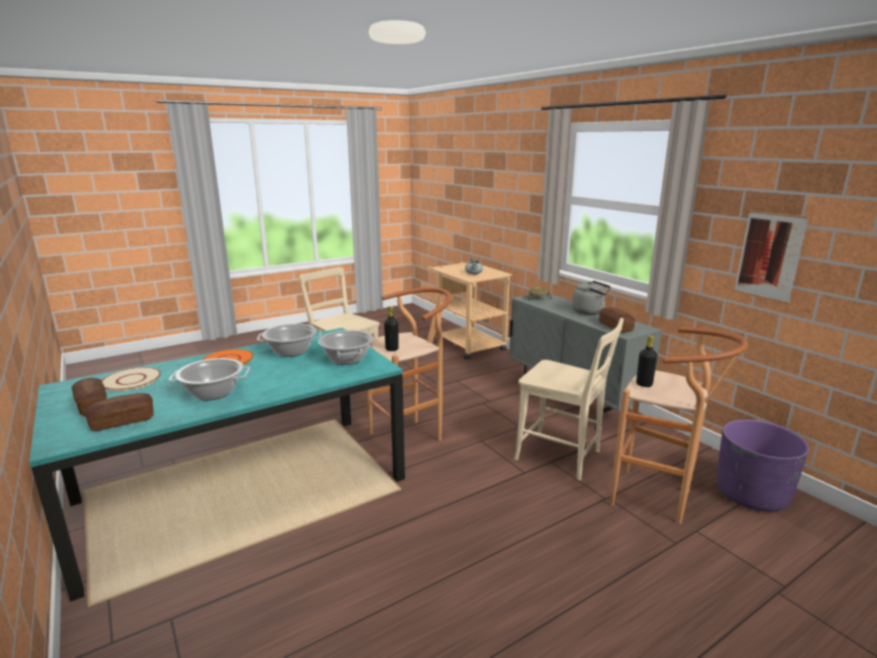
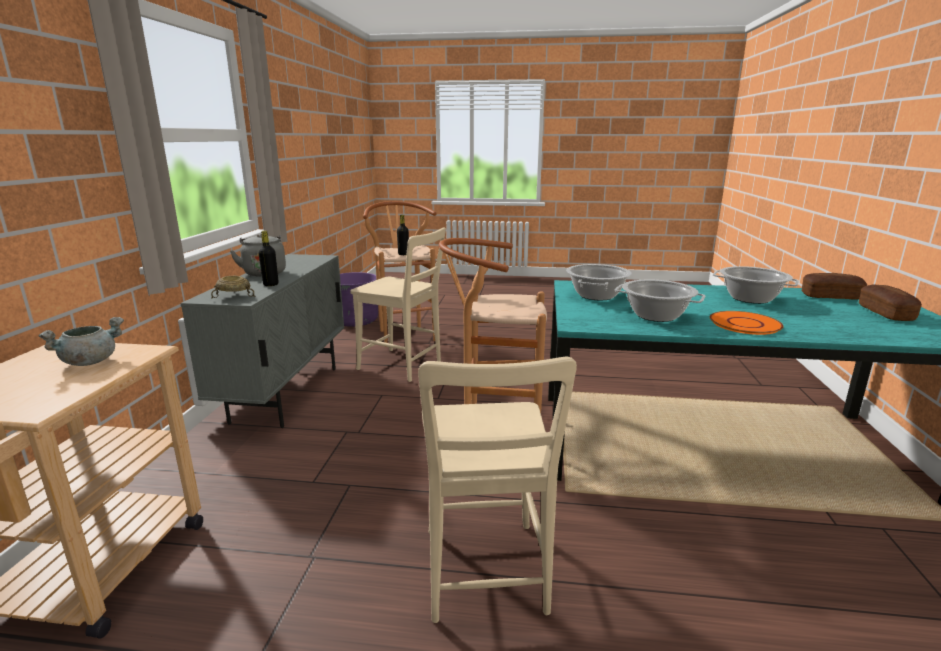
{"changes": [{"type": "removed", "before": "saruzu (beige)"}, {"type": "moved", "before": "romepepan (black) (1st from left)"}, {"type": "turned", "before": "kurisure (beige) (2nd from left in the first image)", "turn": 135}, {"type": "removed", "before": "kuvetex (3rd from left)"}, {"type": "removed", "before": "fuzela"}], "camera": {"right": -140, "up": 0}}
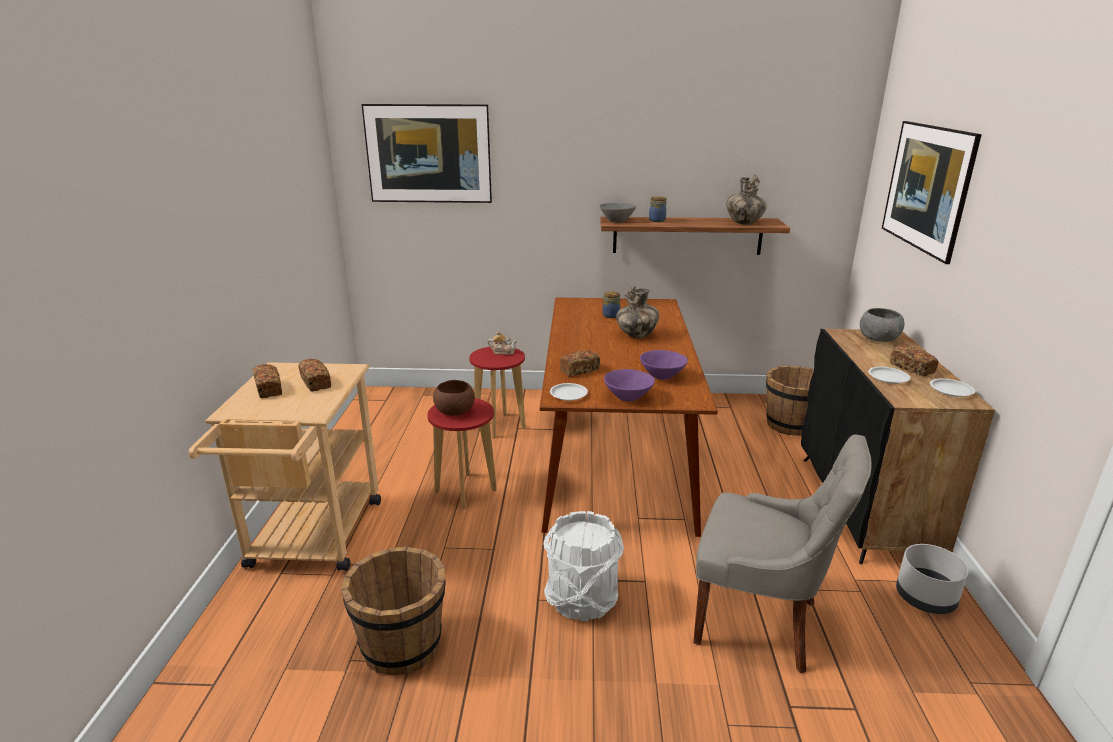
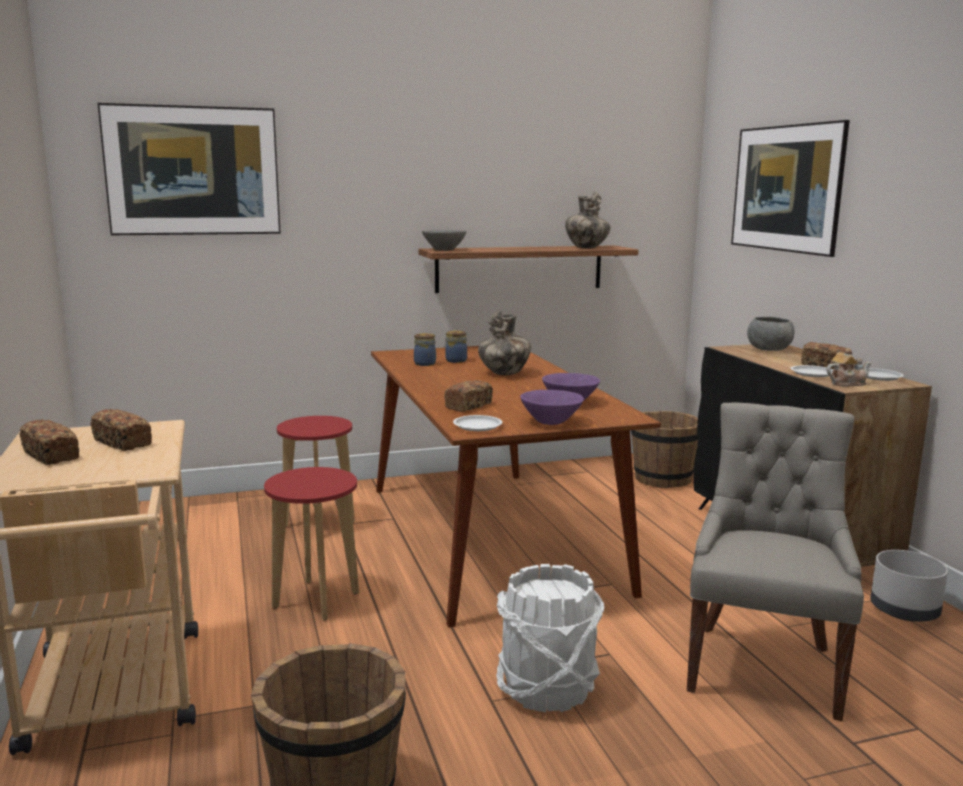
{"changes": [{"type": "removed", "before": "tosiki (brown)"}, {"type": "moved", "before": "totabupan"}, {"type": "moved", "before": "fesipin (2nd from left in the first image)", "after": "fesipin (1st from left)"}, {"type": "turned", "before": "kurisure (grey)", "turn": -75}], "camera": {"right": -20, "up": -10}}
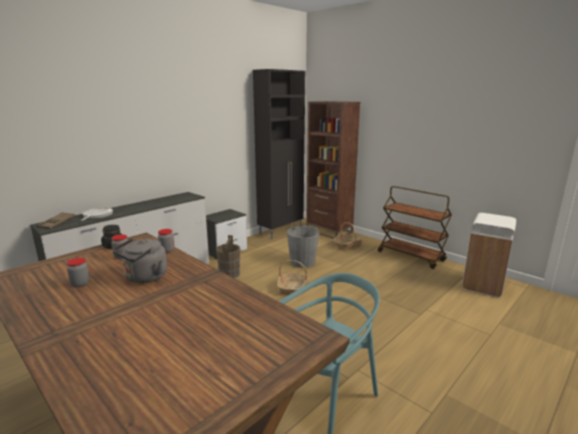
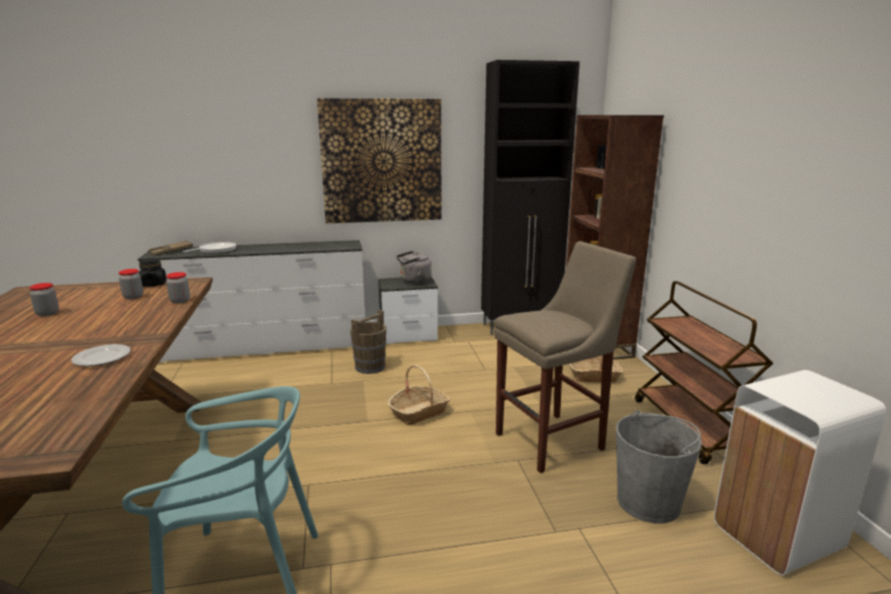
{"changes": [{"type": "moved", "before": "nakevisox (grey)"}, {"type": "moved", "before": "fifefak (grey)"}, {"type": "added", "after": "saruzu"}, {"type": "added", "after": "fuzela"}, {"type": "added", "after": "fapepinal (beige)"}], "camera": {"right": 35, "up": 0}}
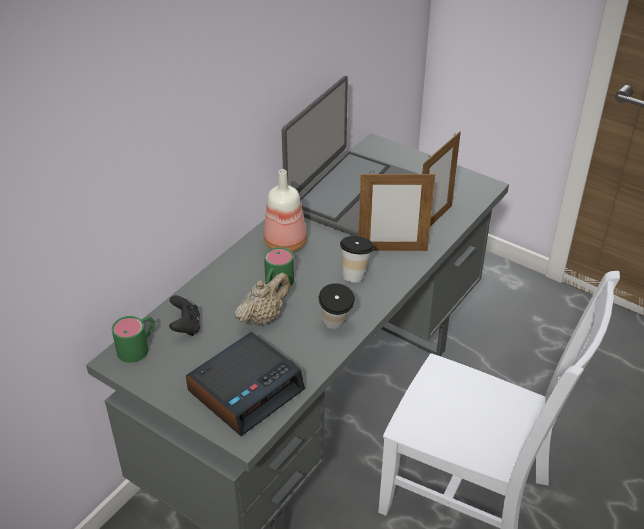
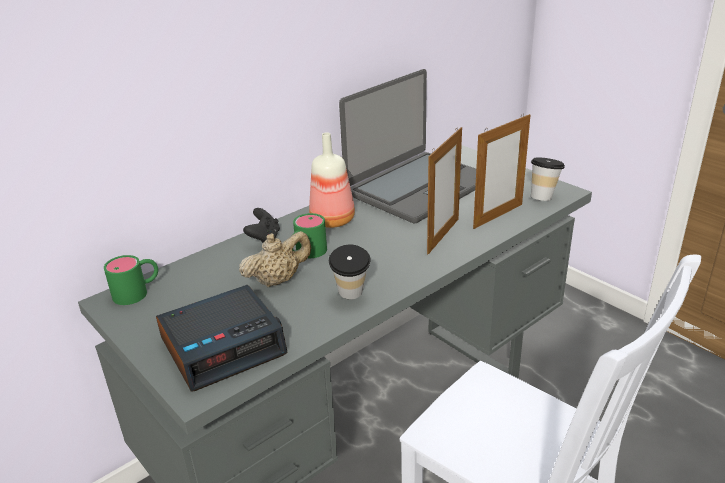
{"changes": [{"type": "moved", "before": "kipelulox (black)"}, {"type": "moved", "before": "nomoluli (2nd from left)"}, {"type": "turned", "before": "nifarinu (1st from left)", "turn": -75}], "camera": {"right": 15, "up": -10}}
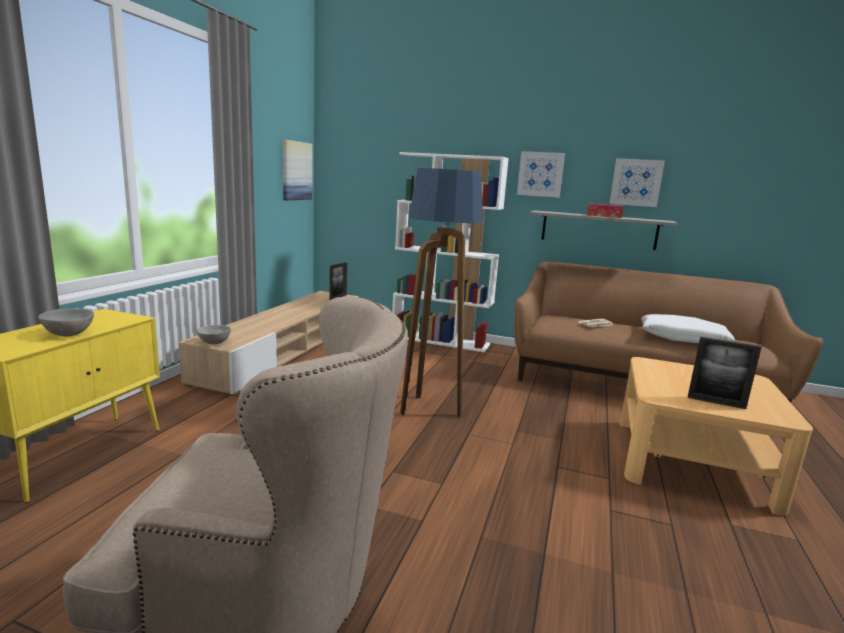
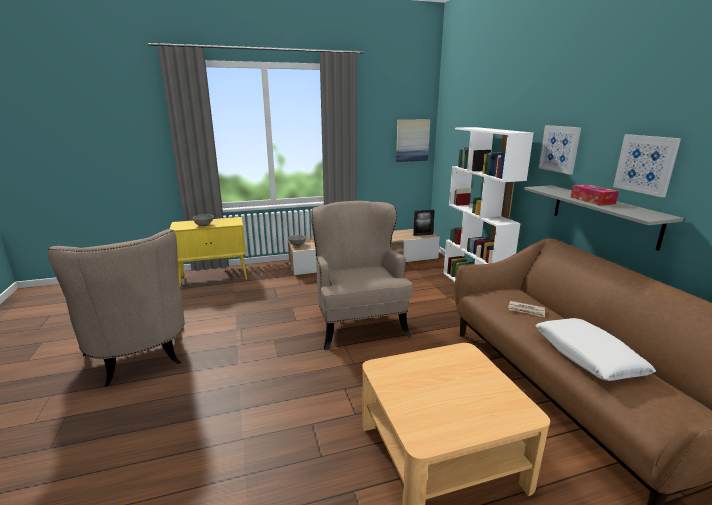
{"changes": [{"type": "replaced", "before": "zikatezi", "after": "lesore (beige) (2nd from left)"}, {"type": "removed", "before": "nifarinu (2nd from left)"}], "camera": {"right": 55, "up": 5}}
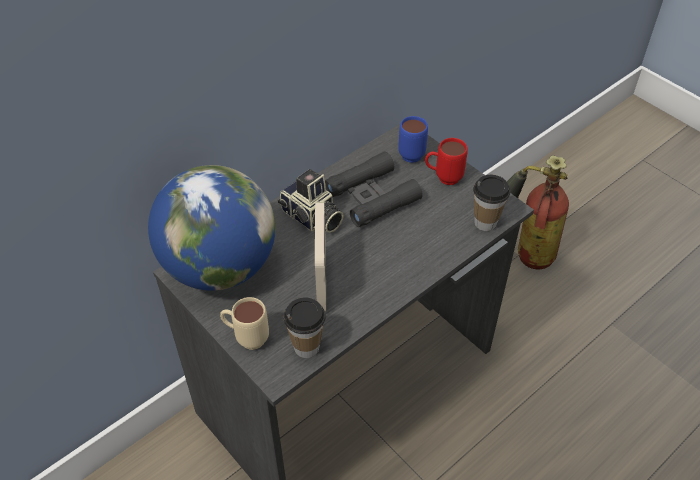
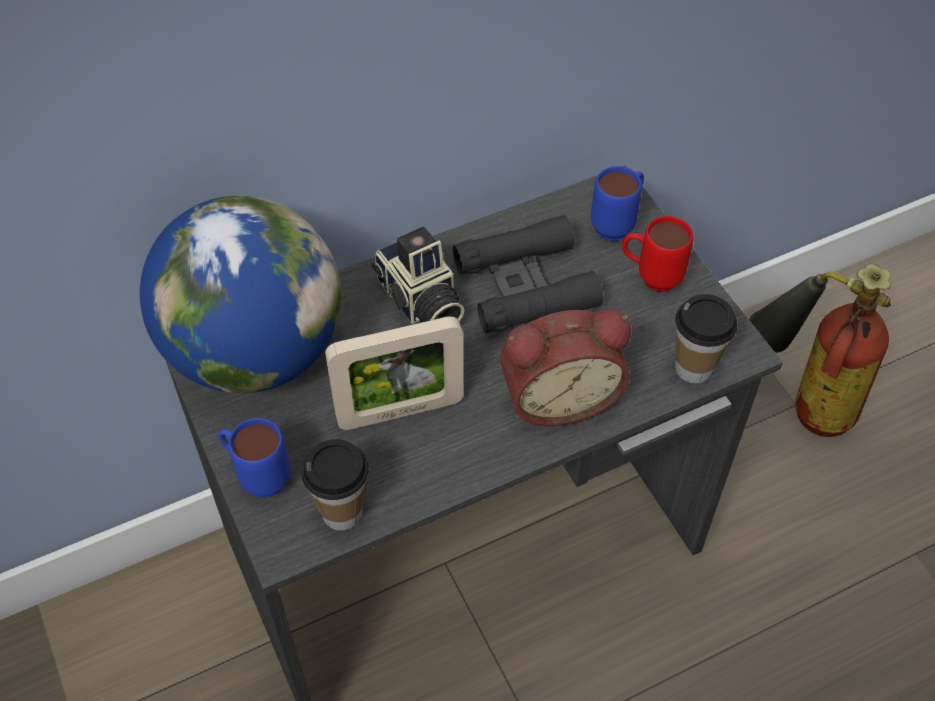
{"changes": [{"type": "recoloured", "before": "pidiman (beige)", "after": "pidiman (blue) (1st from left)"}, {"type": "turned", "before": "nifarinu", "turn": -120}, {"type": "added", "after": "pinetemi"}], "camera": {"right": 15, "up": 5}}
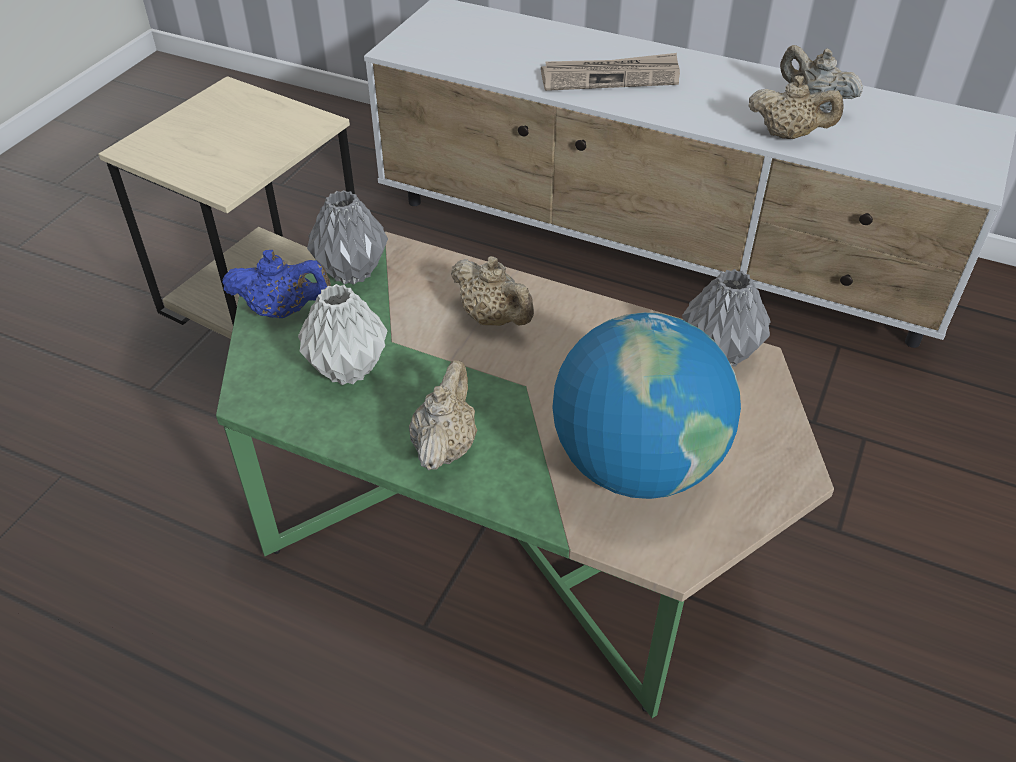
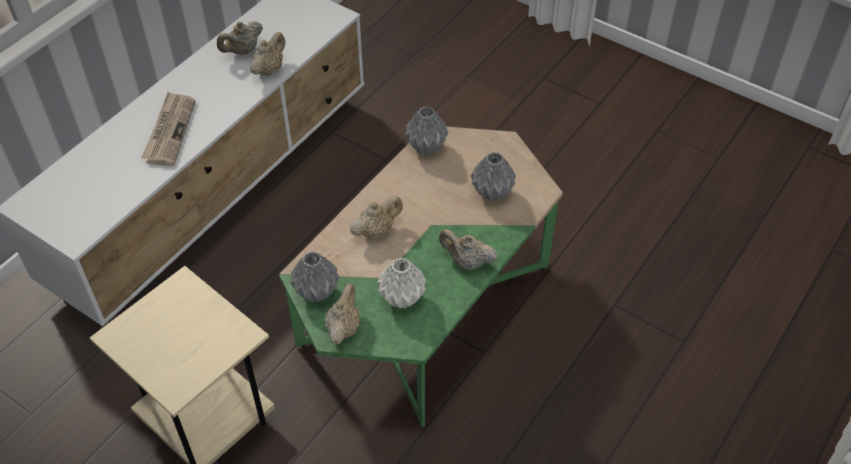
{"changes": [{"type": "recoloured", "before": "totabupan (blue)", "after": "totabupan (beige) (3rd from left)"}, {"type": "replaced", "before": "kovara", "after": "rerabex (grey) (4th from left)"}], "camera": {"right": -80, "up": 5}}
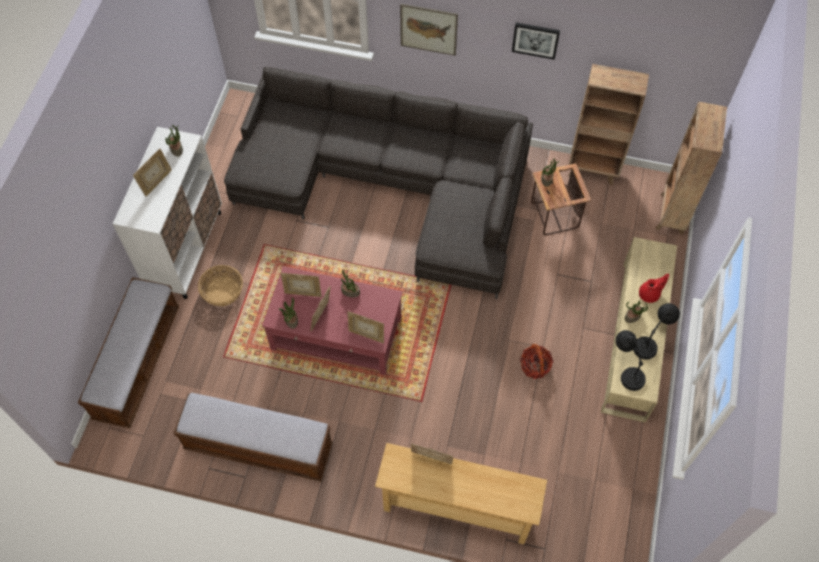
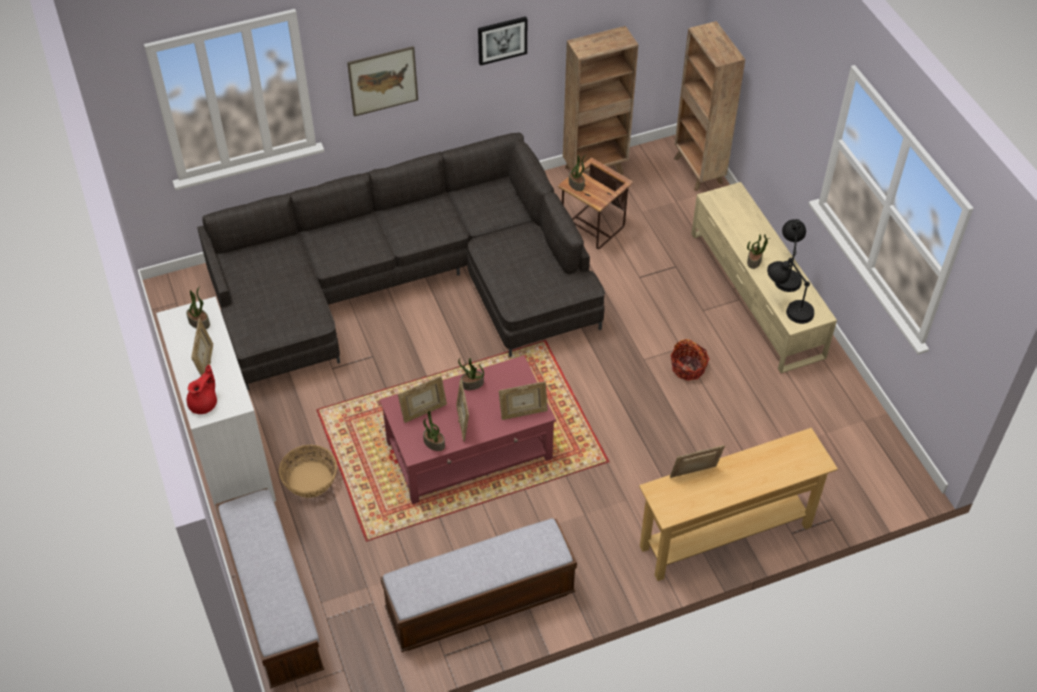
{"changes": [{"type": "moved", "before": "totabupan (red)"}], "camera": {"right": -35, "up": -10}}
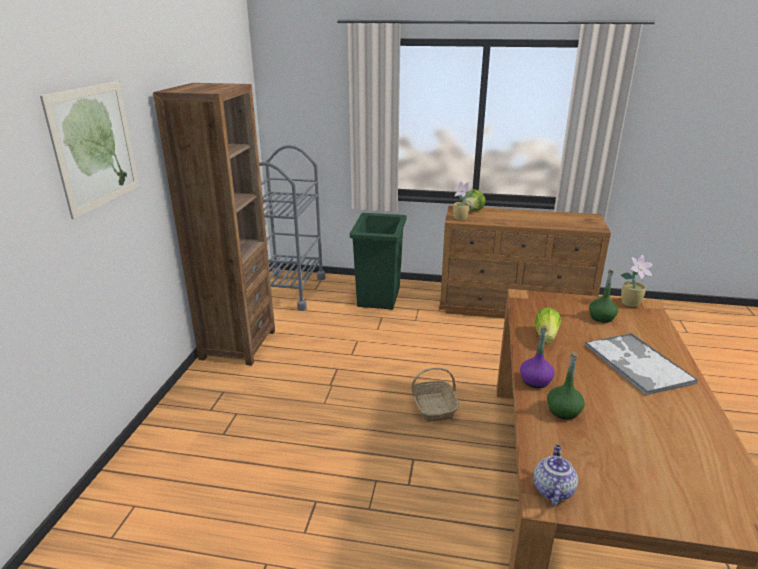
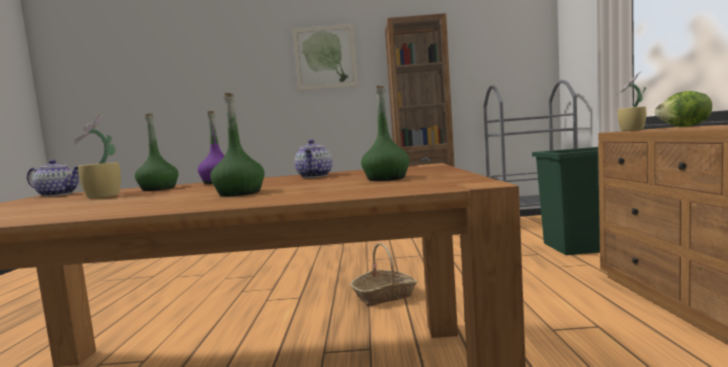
{"changes": [{"type": "replaced", "before": "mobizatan (2nd from left)", "after": "totabupan (2nd from left)"}, {"type": "replaced", "before": "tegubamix", "after": "romepepan (green) (2nd from left)"}, {"type": "moved", "before": "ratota (2nd from left in the first image)", "after": "ratota (1st from left)"}], "camera": {"right": 80, "up": -20}}
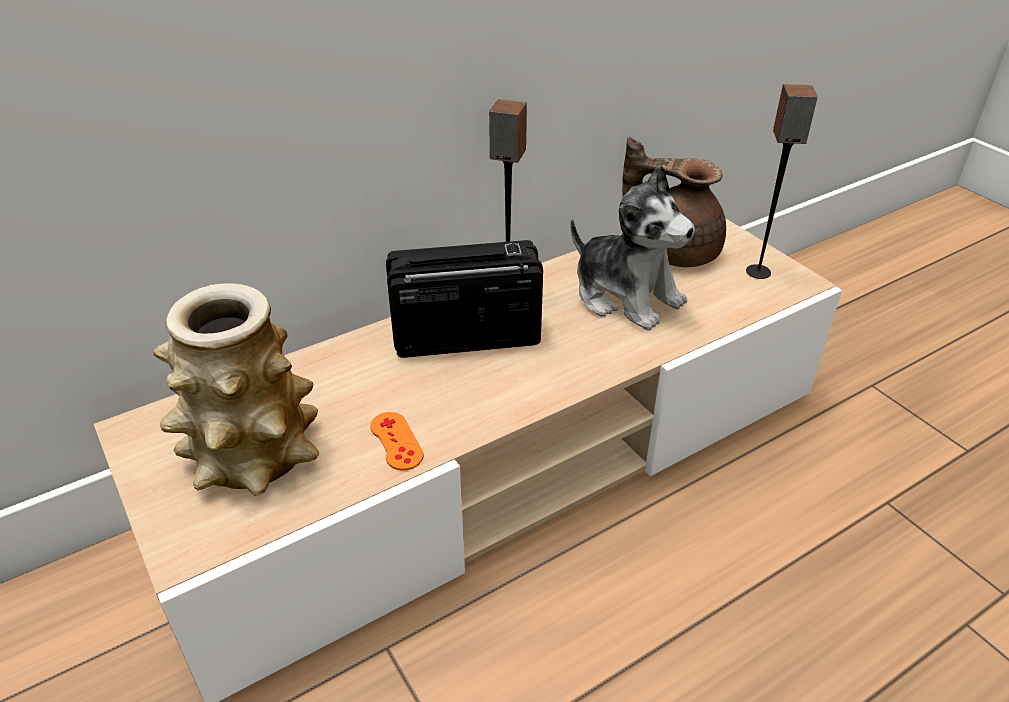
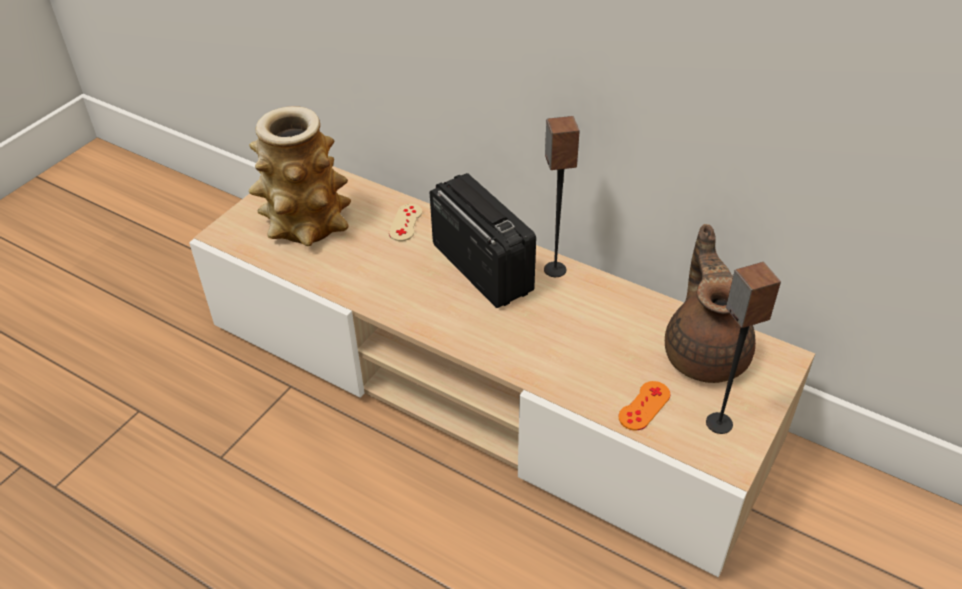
{"changes": [{"type": "moved", "before": "kipelulox (orange)"}, {"type": "removed", "before": "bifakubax"}, {"type": "added", "after": "kipelulox (beige)"}], "camera": {"right": 65, "up": 5}}
